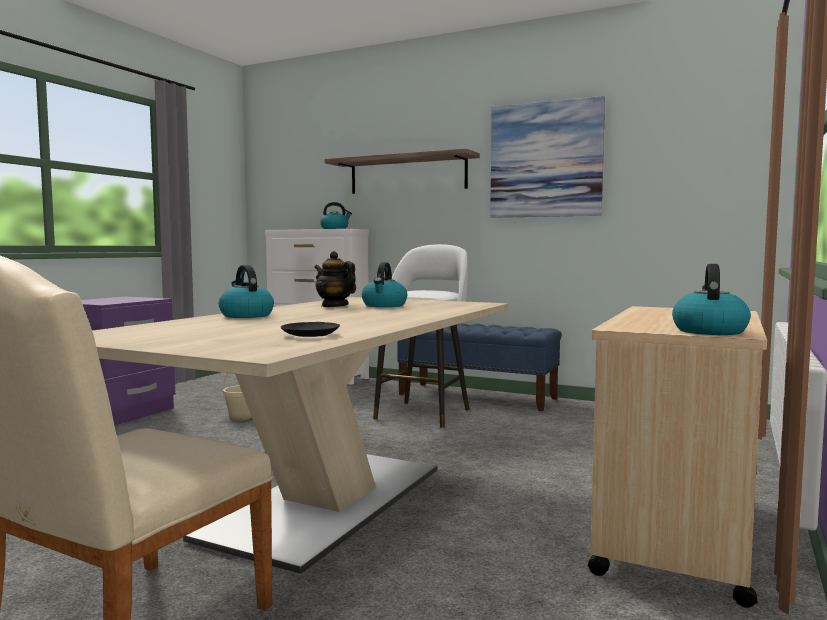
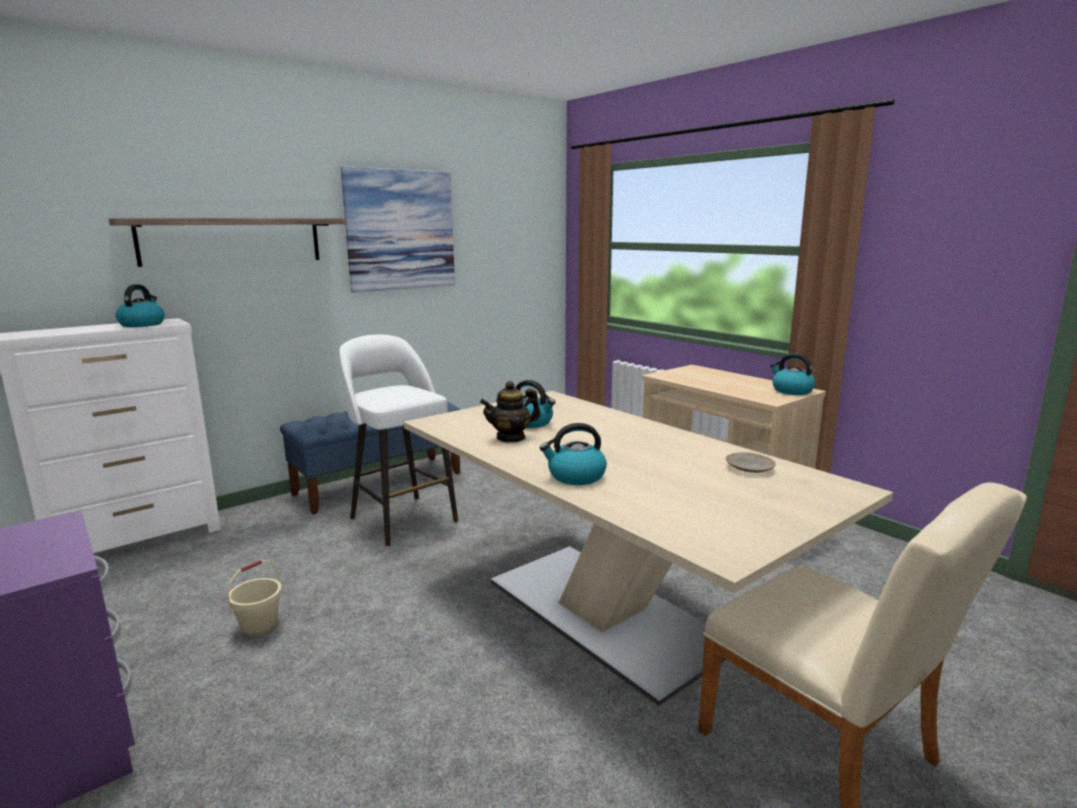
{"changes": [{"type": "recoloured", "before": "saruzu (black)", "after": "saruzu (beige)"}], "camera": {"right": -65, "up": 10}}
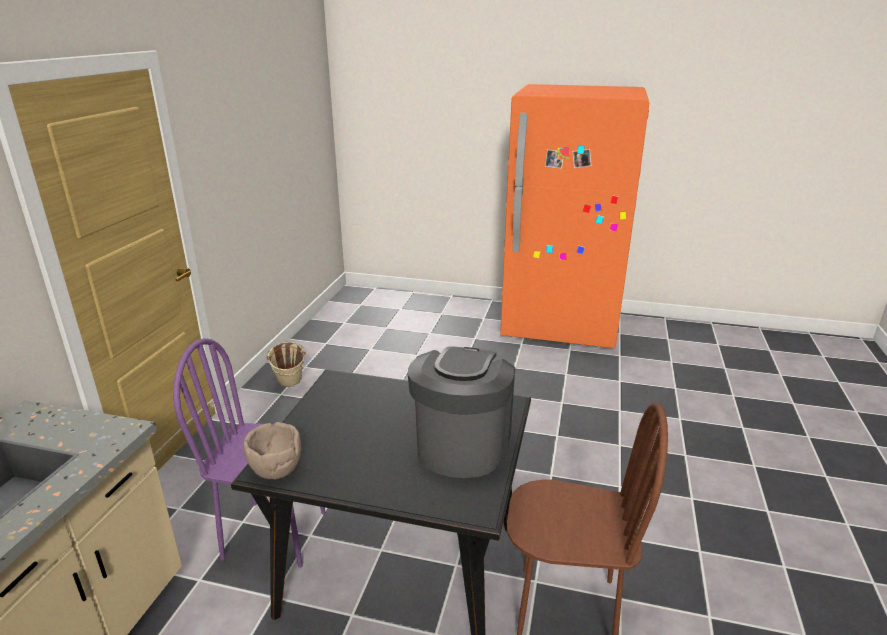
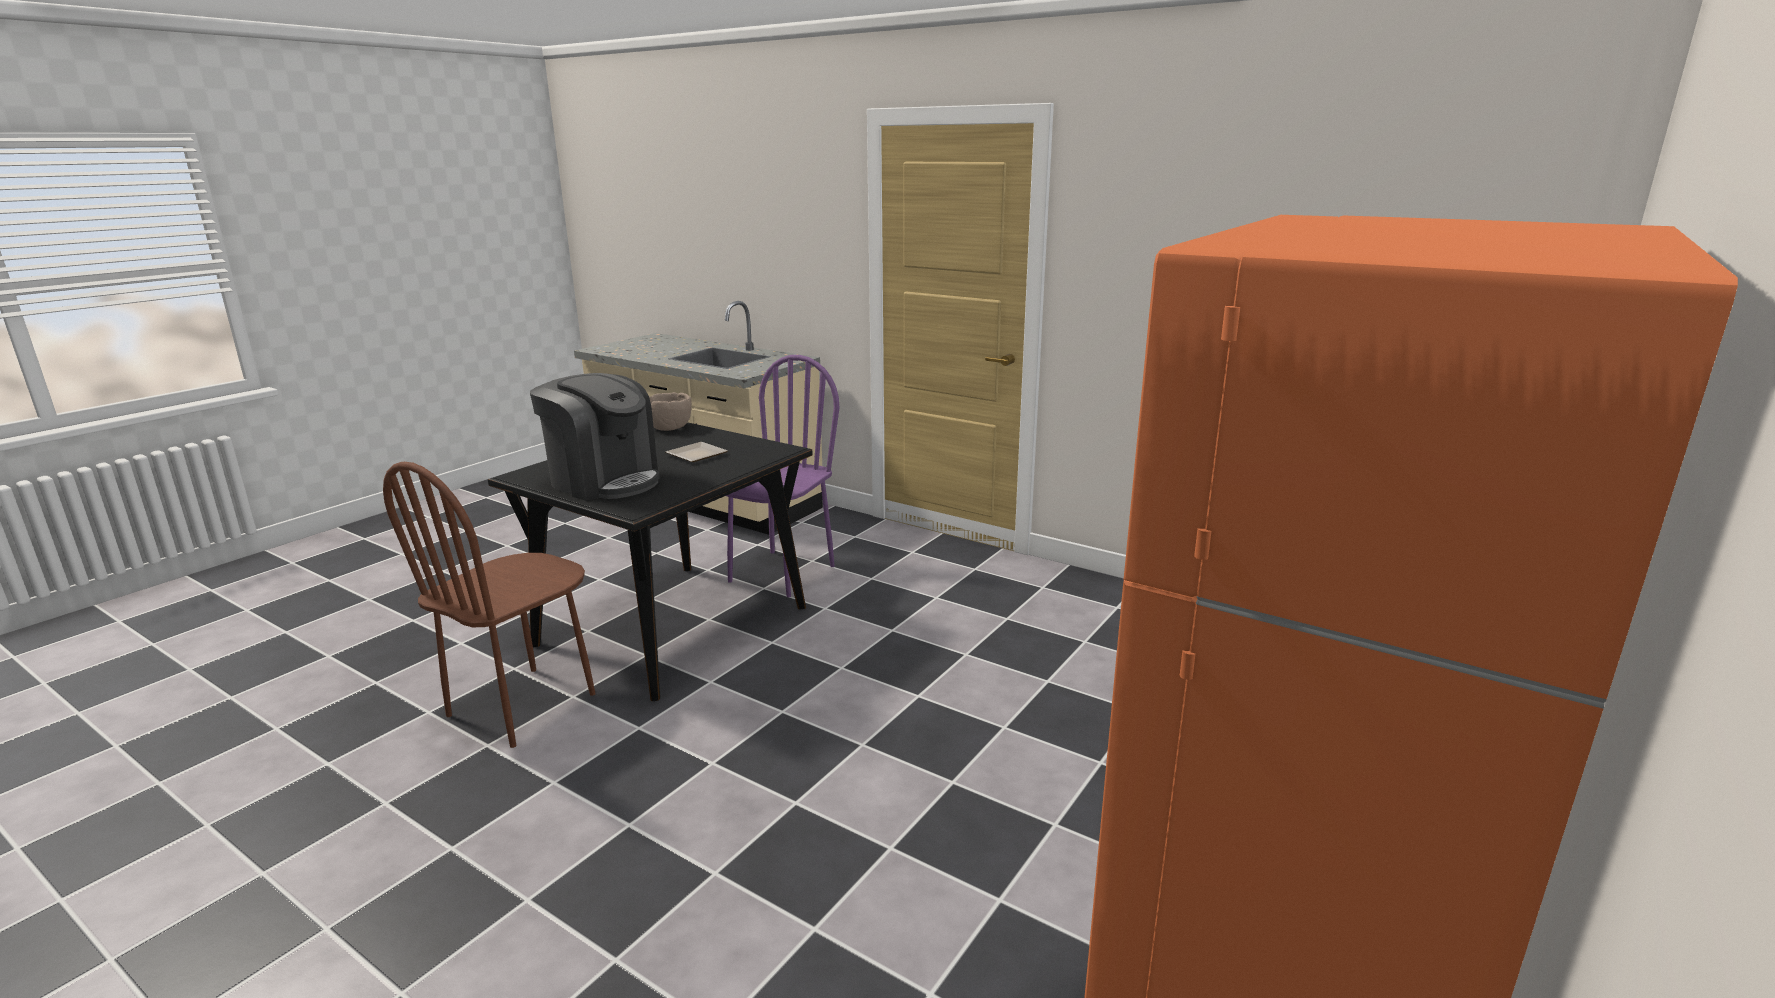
{"changes": [{"type": "removed", "before": "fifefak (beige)"}, {"type": "added", "after": "saruzu"}], "camera": {"right": 110, "up": -5}}
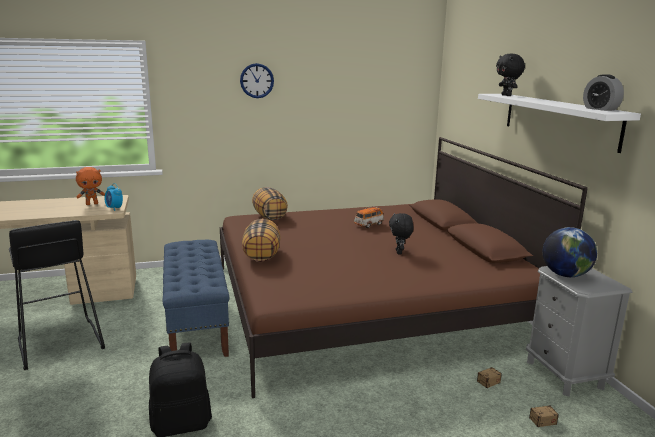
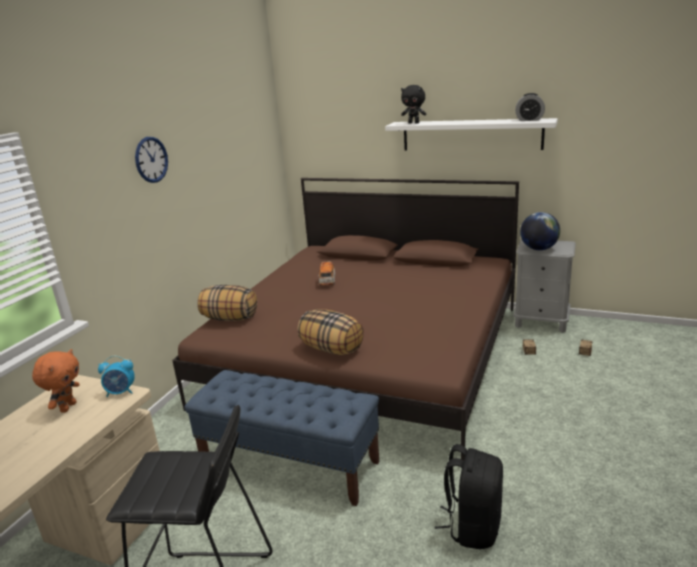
{"changes": [{"type": "removed", "before": "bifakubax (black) (1st from left)"}], "camera": {"right": -50, "up": 5}}
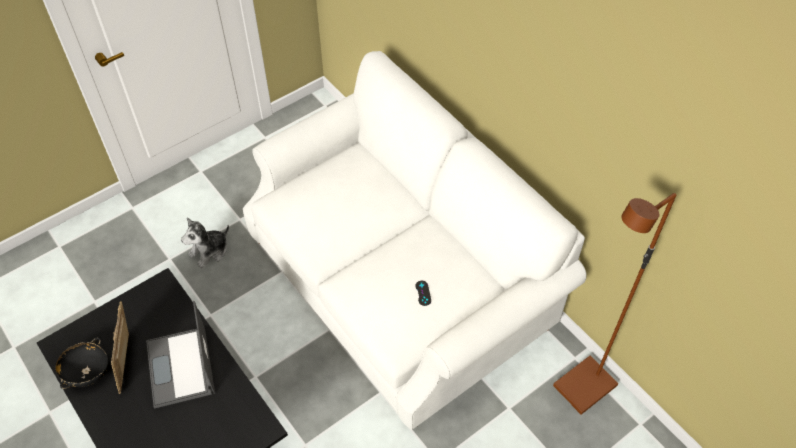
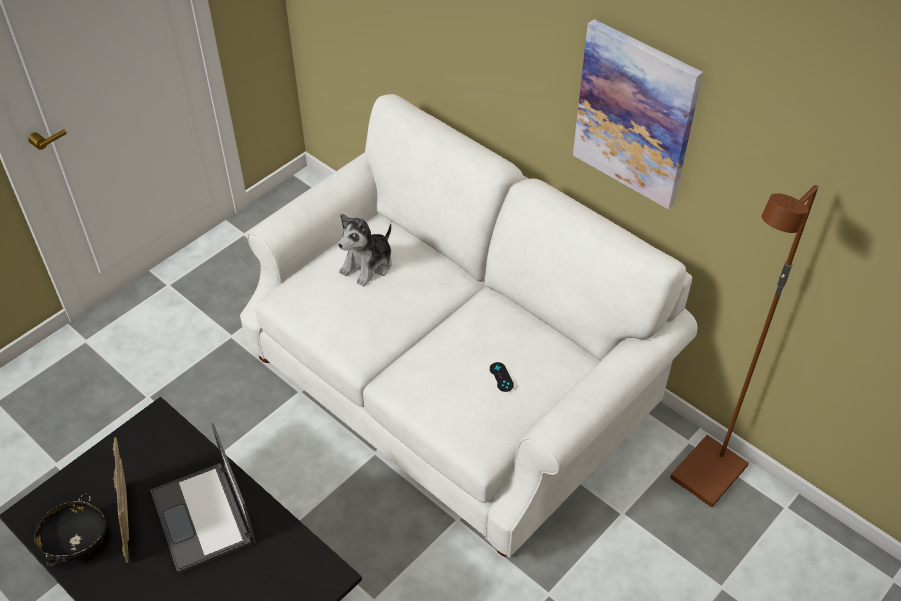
{"changes": [{"type": "moved", "before": "bifakubax"}, {"type": "added", "after": "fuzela"}], "camera": {"right": -10, "up": -5}}
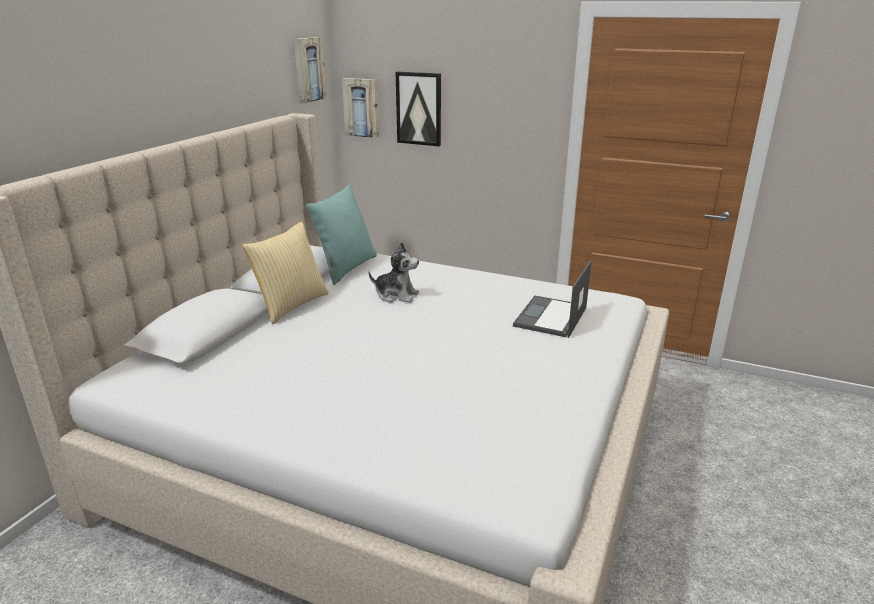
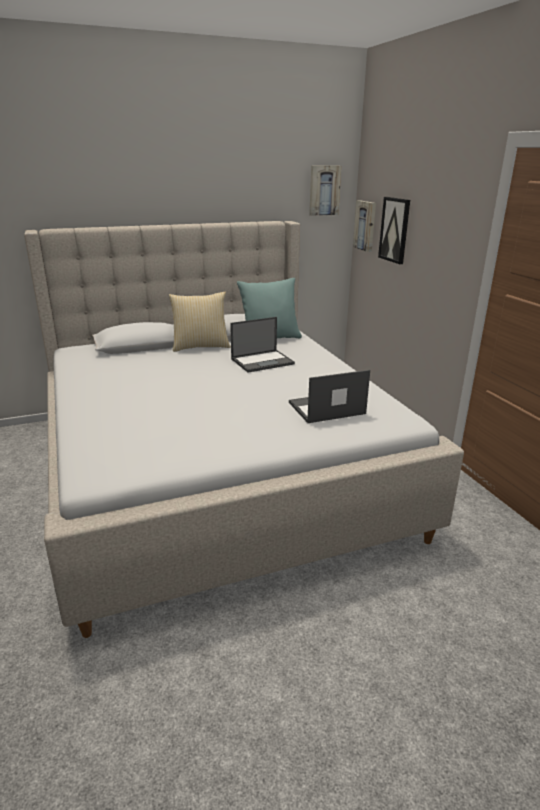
{"changes": [{"type": "replaced", "before": "bifakubax", "after": "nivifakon (1st from left)"}], "camera": {"right": 45, "up": 0}}
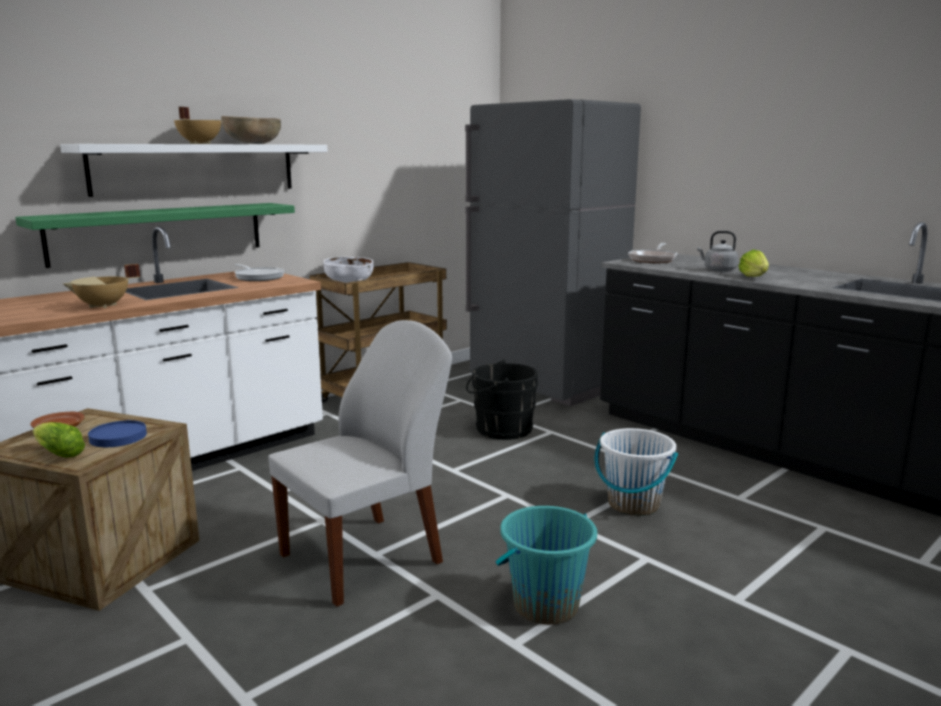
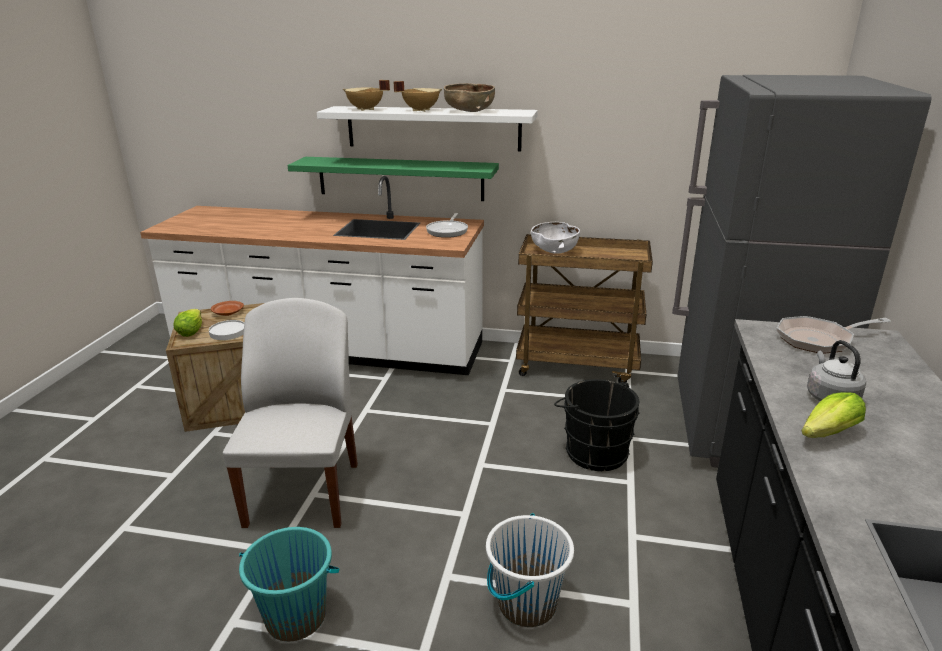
{"changes": [{"type": "moved", "before": "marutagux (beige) (1st from left)"}, {"type": "recoloured", "before": "saruzu (blue)", "after": "saruzu (white)"}, {"type": "turned", "before": "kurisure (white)", "turn": -105}], "camera": {"right": 55, "up": 10}}
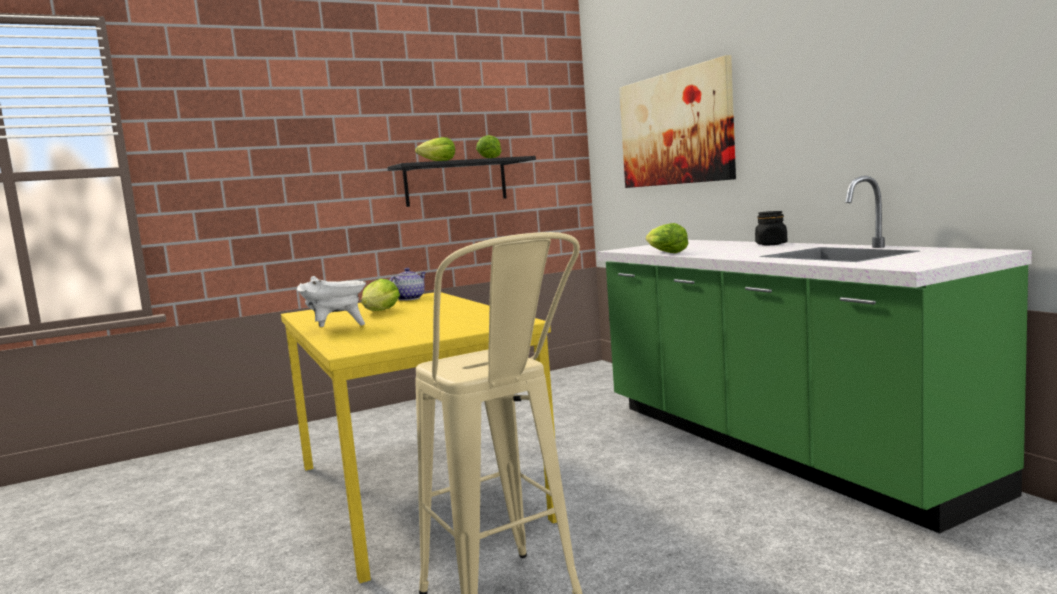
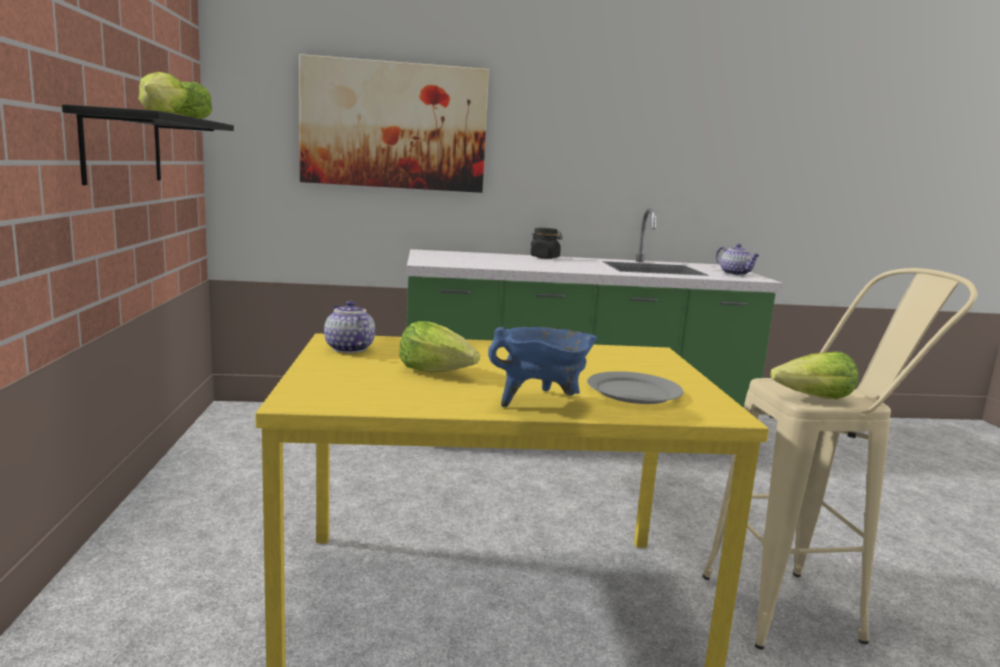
{"changes": [{"type": "recoloured", "before": "marutagux (white)", "after": "marutagux (blue)"}, {"type": "moved", "before": "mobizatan (4th from left)"}, {"type": "added", "after": "saruzu (grey)"}, {"type": "added", "after": "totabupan (2nd from left)"}], "camera": {"right": -70, "up": 5}}
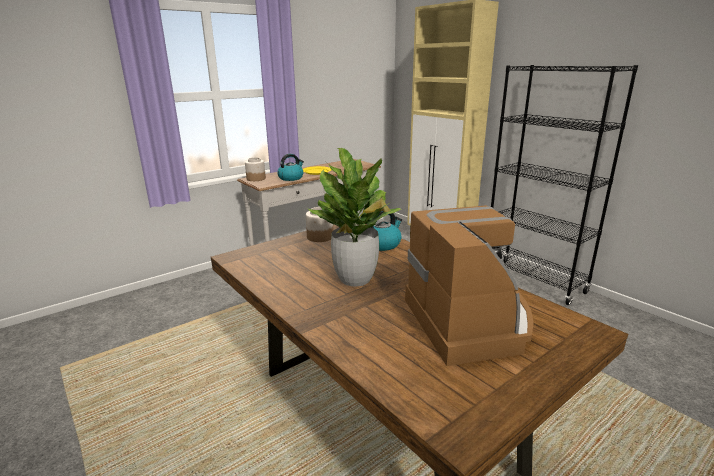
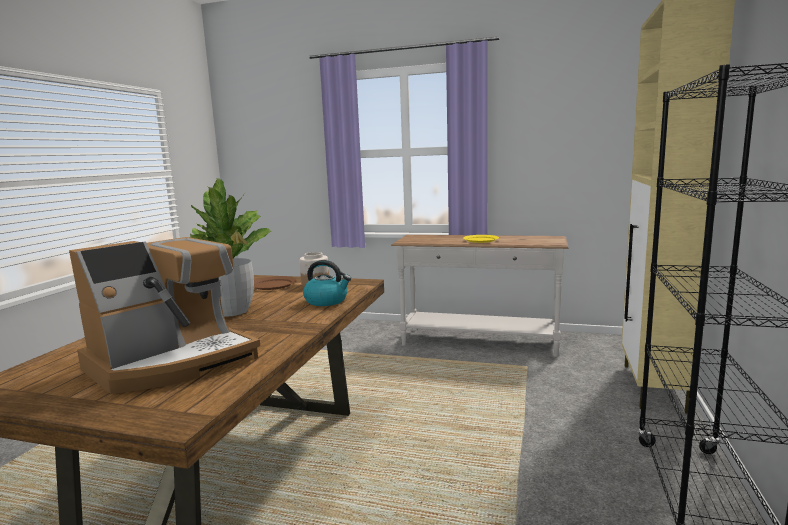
{"changes": [{"type": "removed", "before": "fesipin (1st from left)"}, {"type": "removed", "before": "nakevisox (1st from left)"}, {"type": "added", "after": "saruzu (brown)"}], "camera": {"right": 55, "up": -10}}
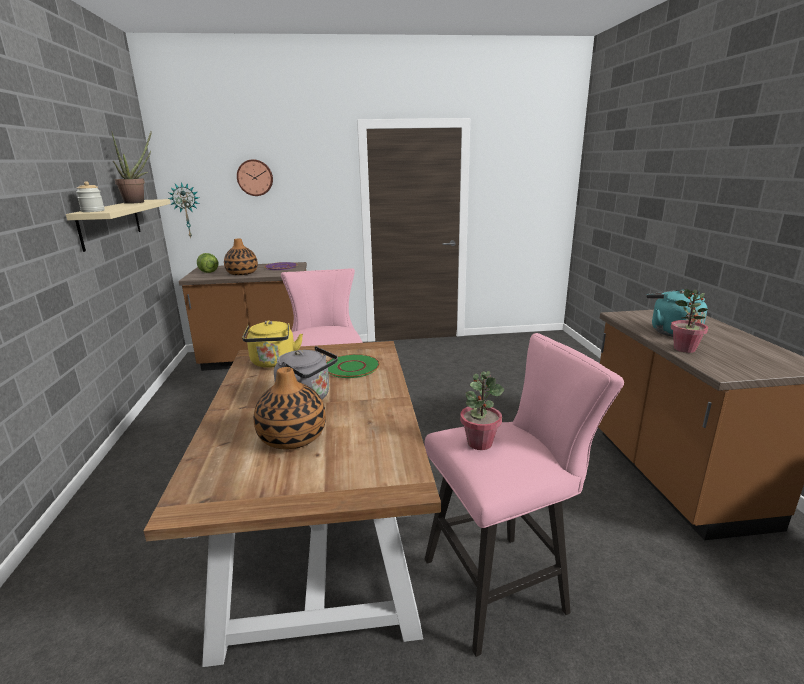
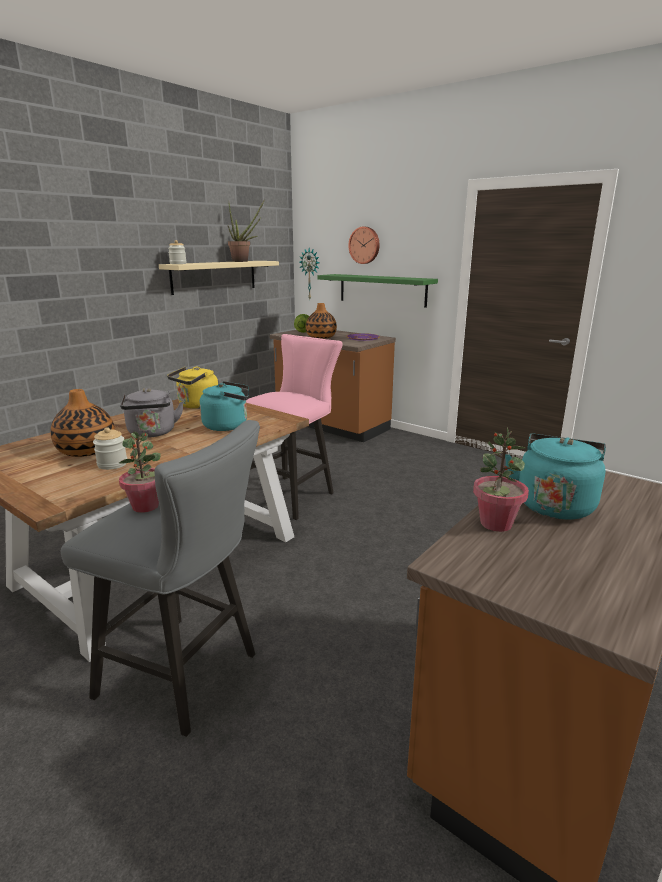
{"changes": [{"type": "replaced", "before": "saruzu (green)", "after": "nakevisox (turquoise) (1st from left)"}, {"type": "recoloured", "before": "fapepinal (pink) (2nd from left)", "after": "fapepinal (grey)"}, {"type": "added", "after": "fesipin (1st from left)"}, {"type": "added", "after": "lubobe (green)"}], "camera": {"right": 45, "up": 0}}
